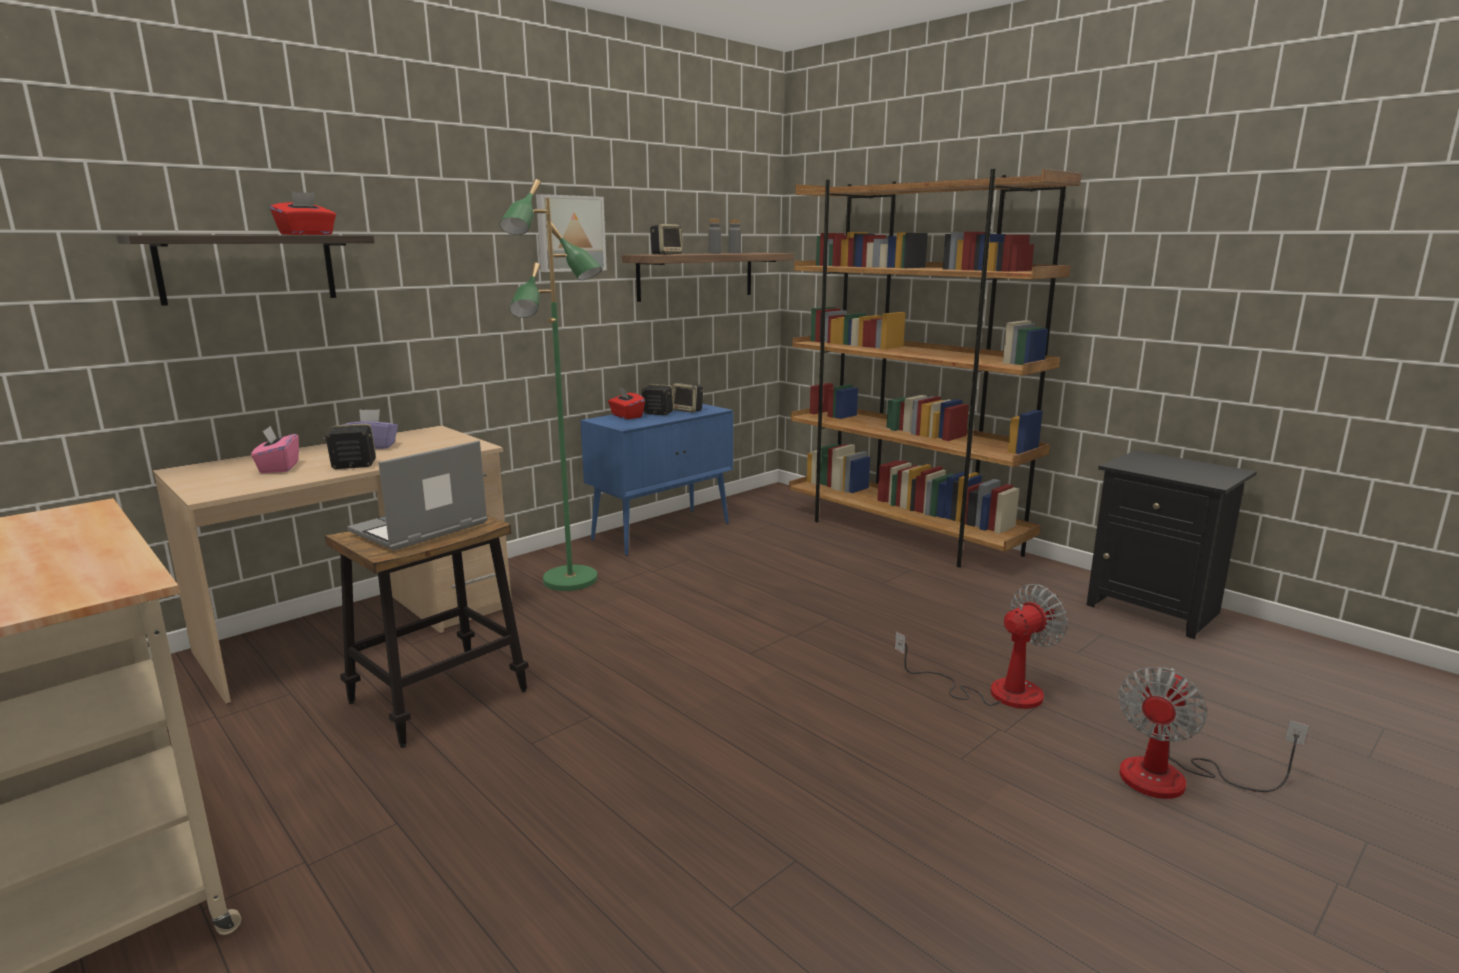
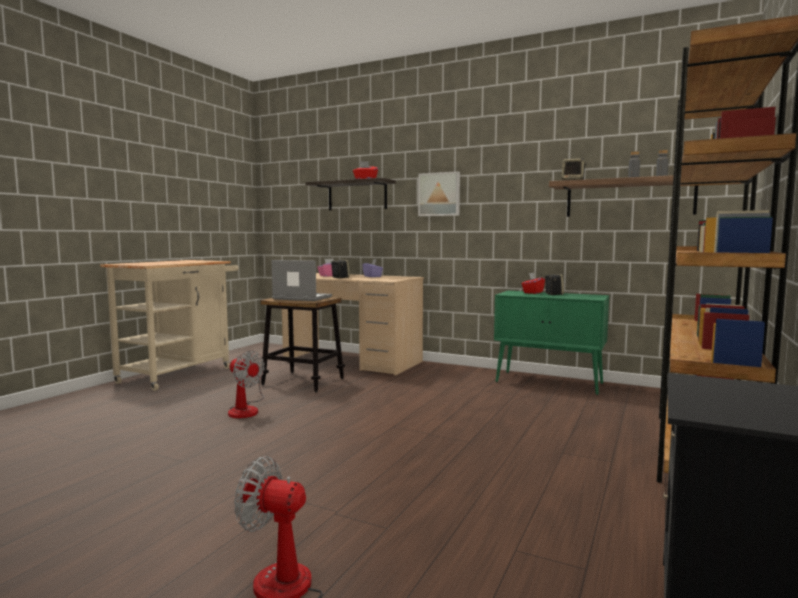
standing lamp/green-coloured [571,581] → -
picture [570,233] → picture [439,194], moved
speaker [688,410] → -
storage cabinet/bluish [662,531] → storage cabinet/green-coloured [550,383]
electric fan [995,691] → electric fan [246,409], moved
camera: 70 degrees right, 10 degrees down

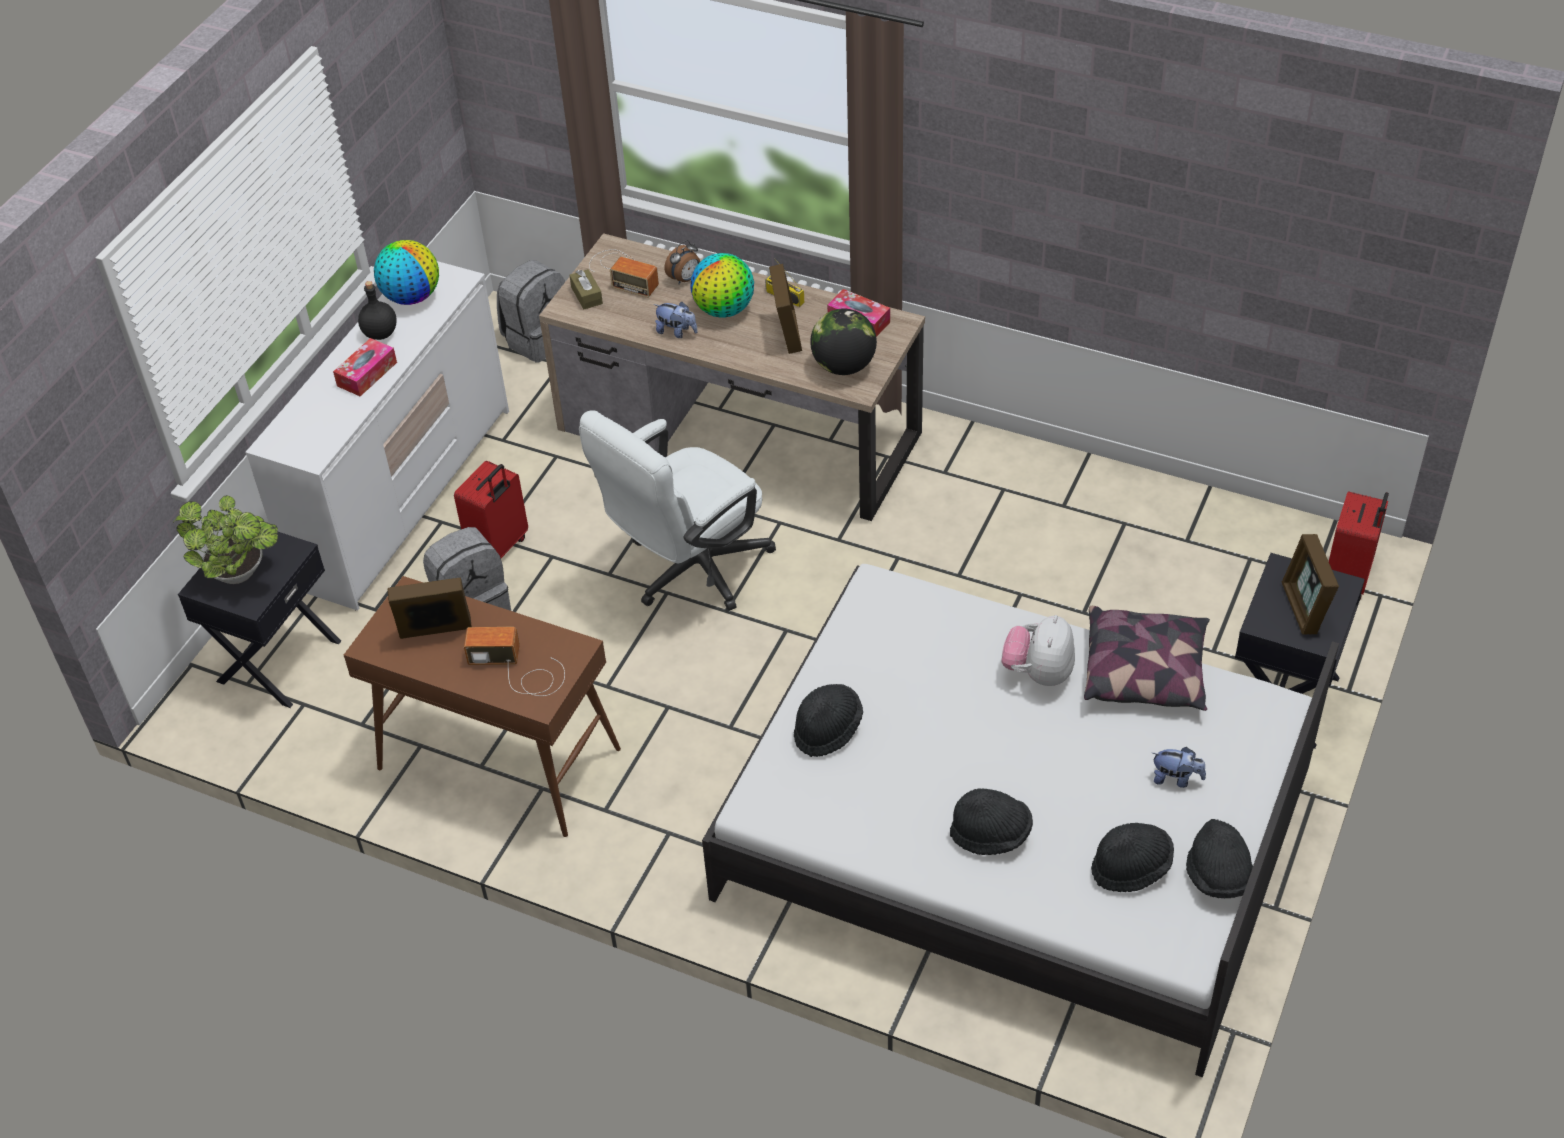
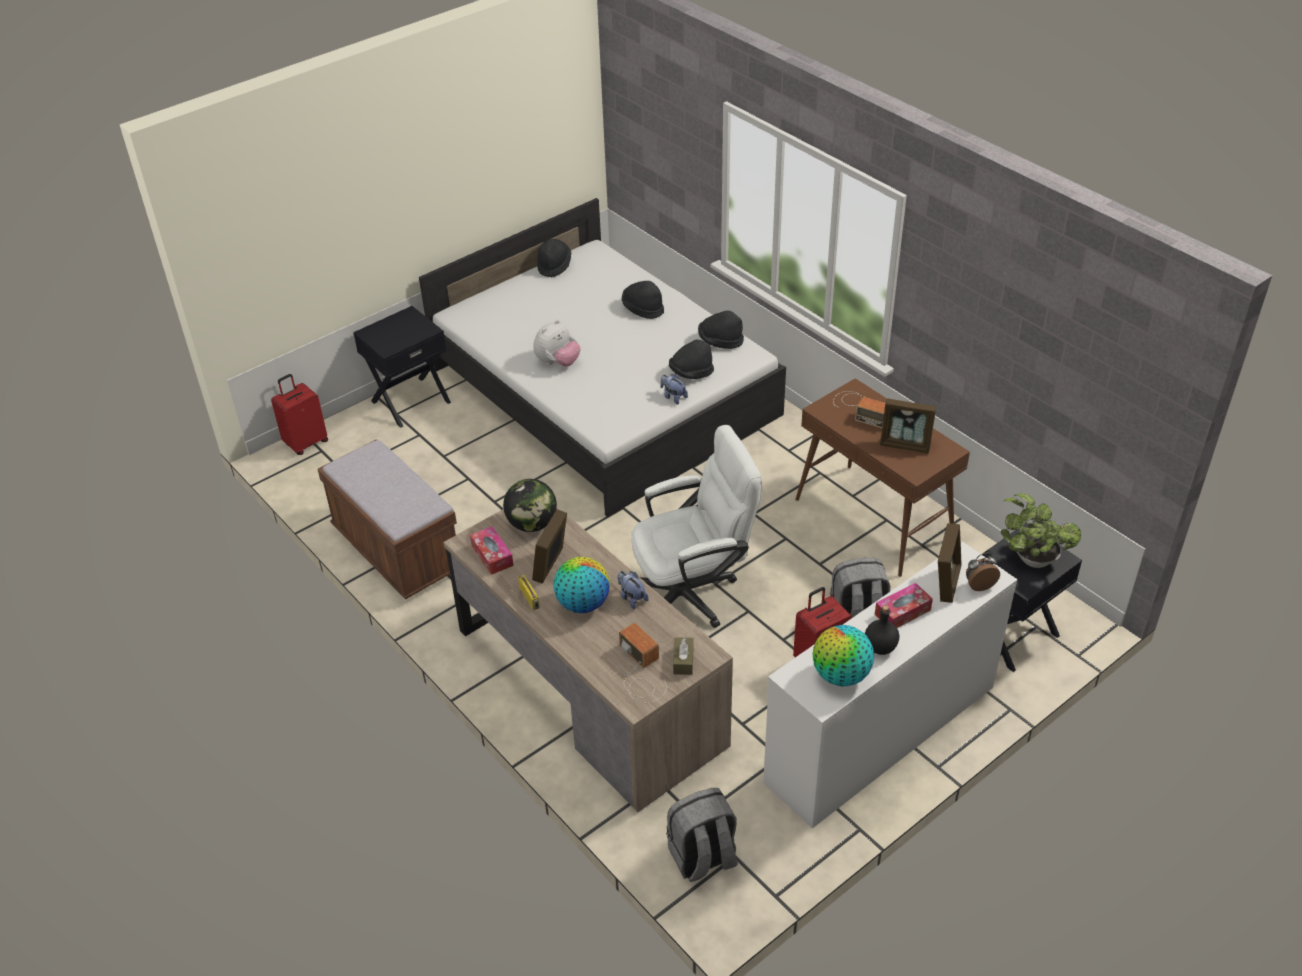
bedside clock [685,279] → bedside clock [979,584], moved
standing frame [1304,608] → standing frame [946,582], moved
throw pillow [1145,672] → -
soft toy [1176,778] → soft toy [673,397], moved
hat/black [1131,867] → hat/black [720,341], moved
- → indoor bench/brown [397,551]
camera: 155 degrees left, 5 degrees down

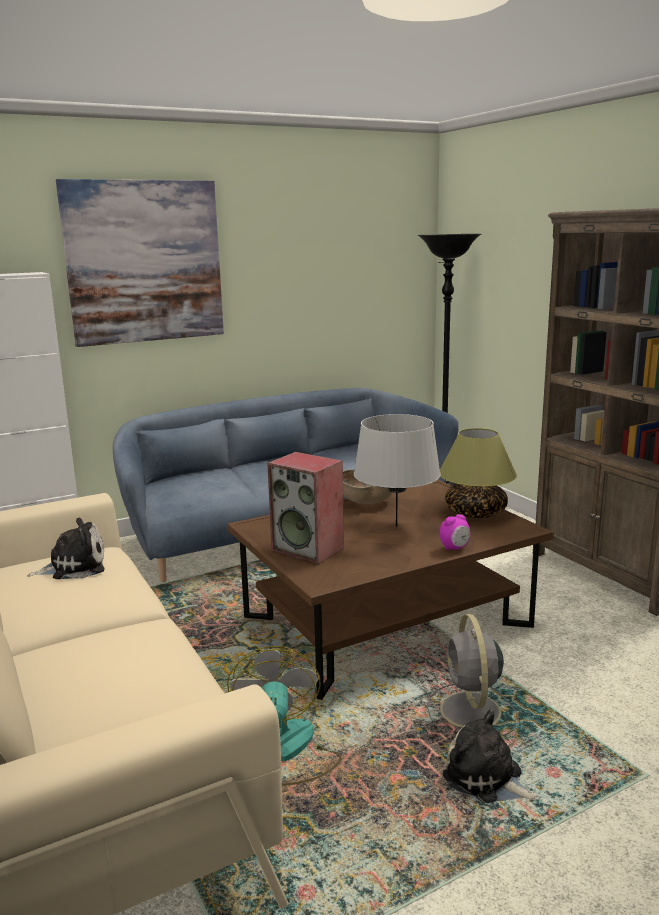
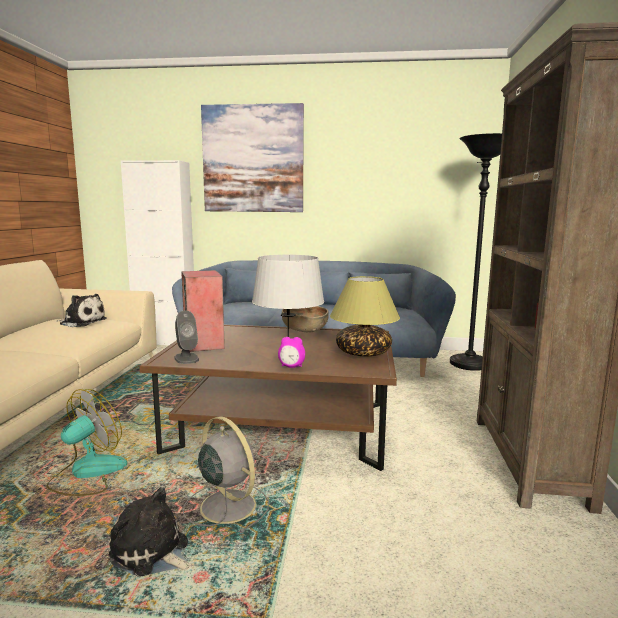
electric fan/greyish [471,712] → electric fan/greyish [226,505], 105 degrees clockwise
soft toy [486,778] → soft toy [152,553], 45 degrees counterclockwise
- → speaker/greyish [186,358]
camera: 35 degrees right, 5 degrees down

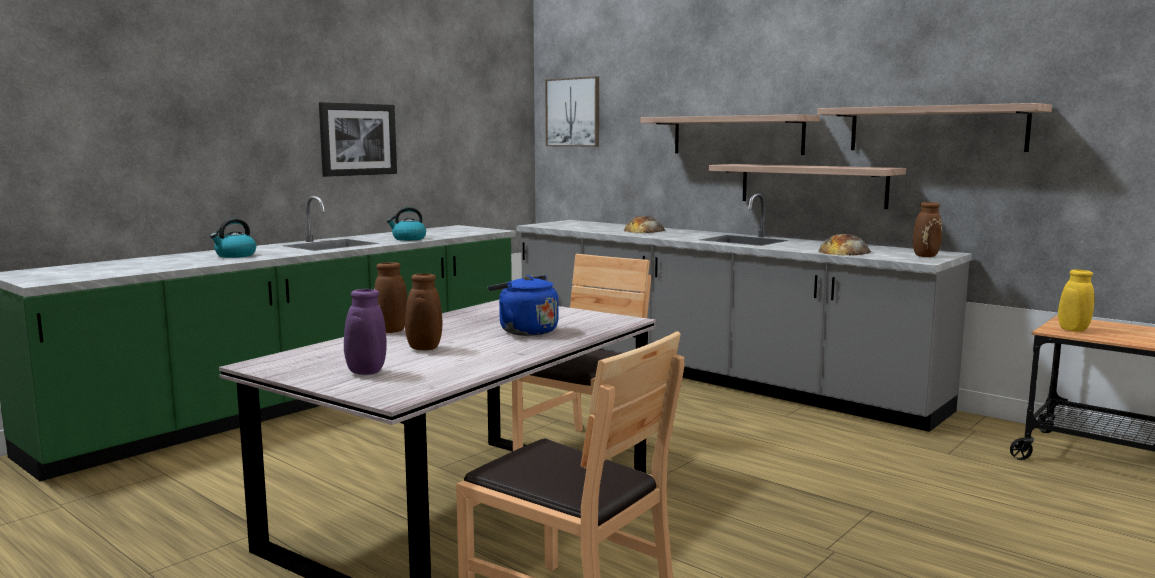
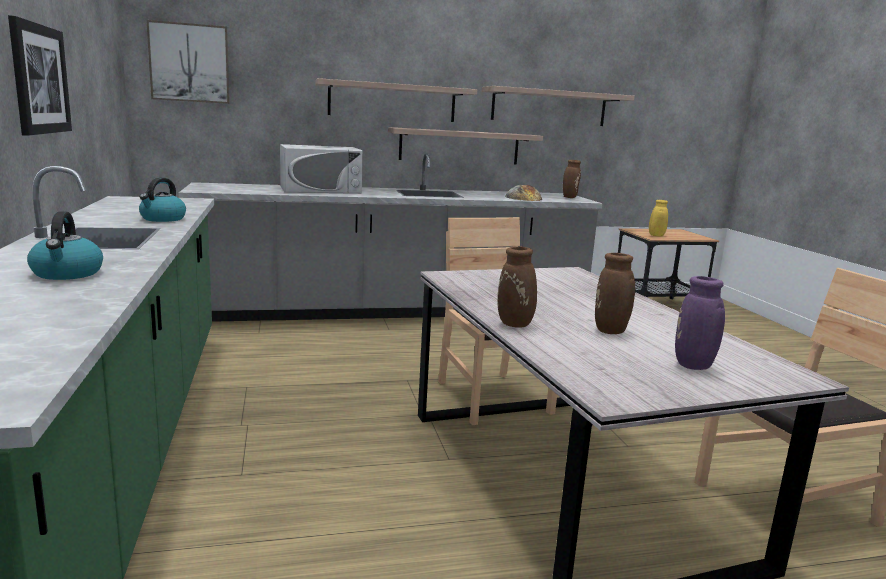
baked bread [644,230] → microwave/whitish [320,189]
tea kettle/bluish [524,331] → -
camera: 55 degrees left, 5 degrees up

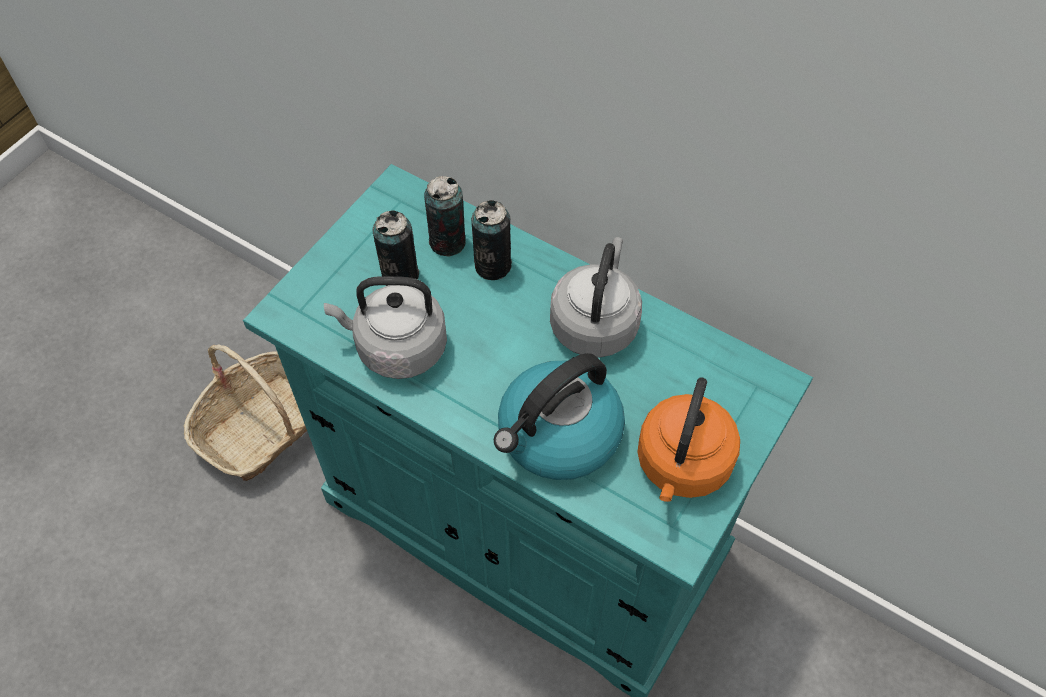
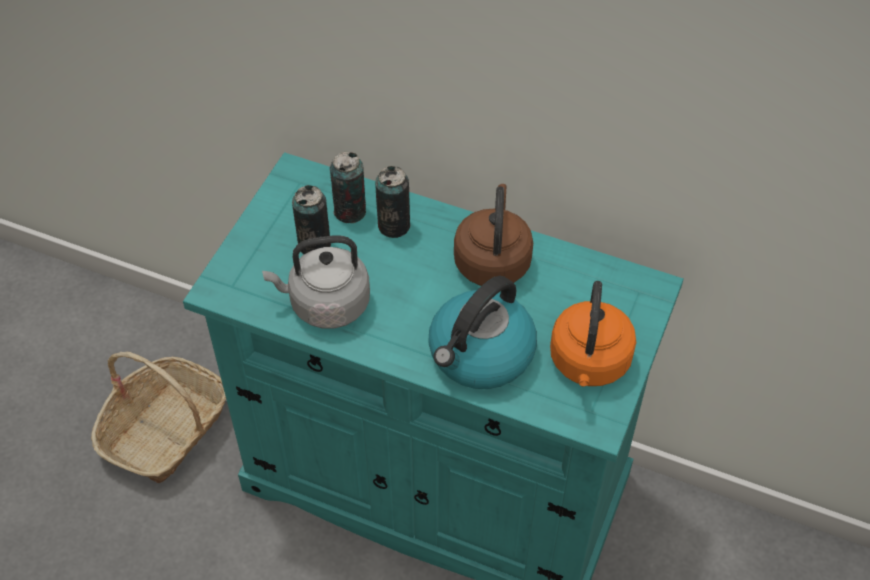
tea kettle/greyish [595,323] → tea kettle/brown [492,260]
camera: 10 degrees left, 5 degrees down

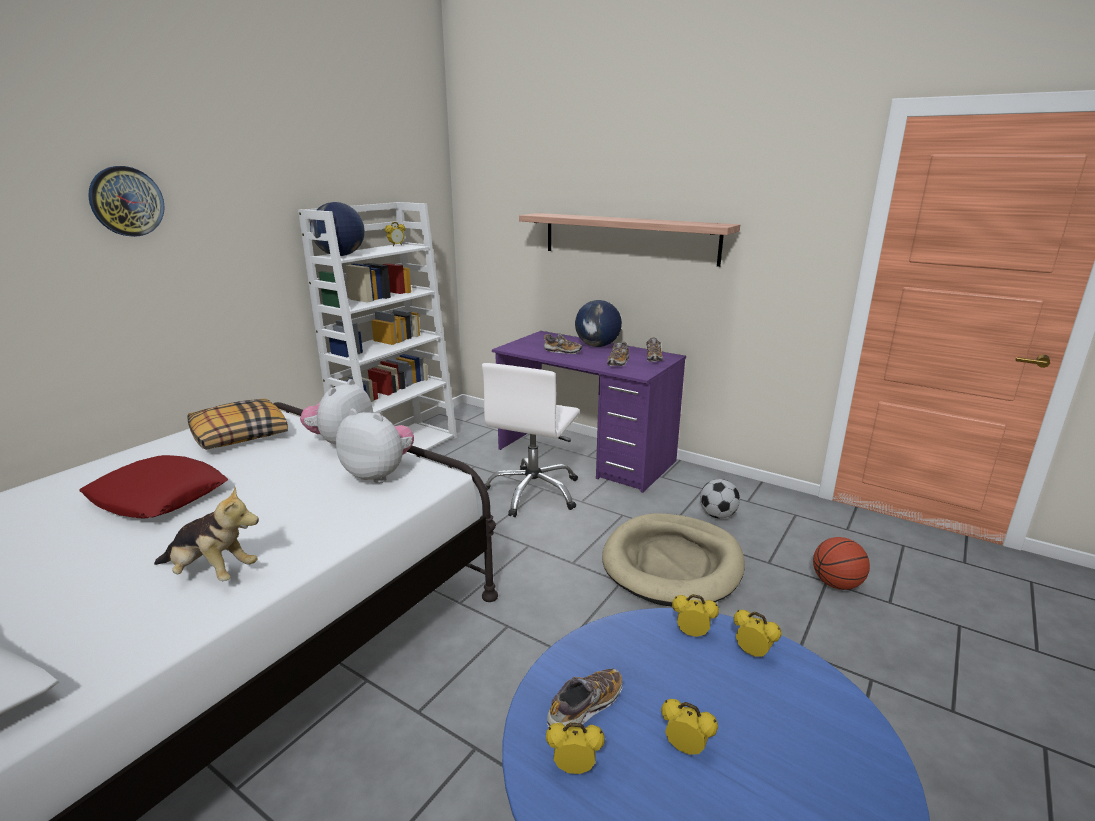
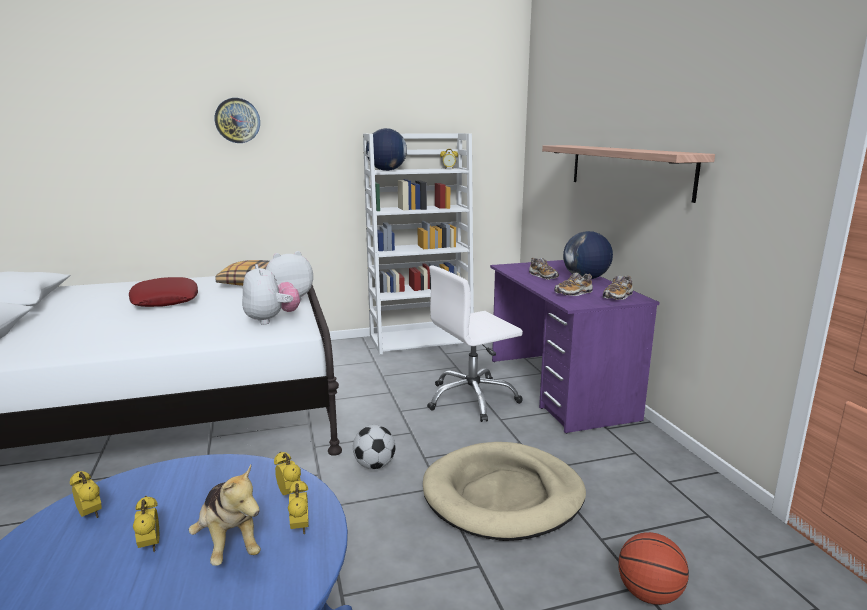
football [718,515] → football [375,466], moved
soft toy [211,573] → soft toy [229,543], moved
item of footwear [585,708] → -
camera: 40 degrees right, 5 degrees down

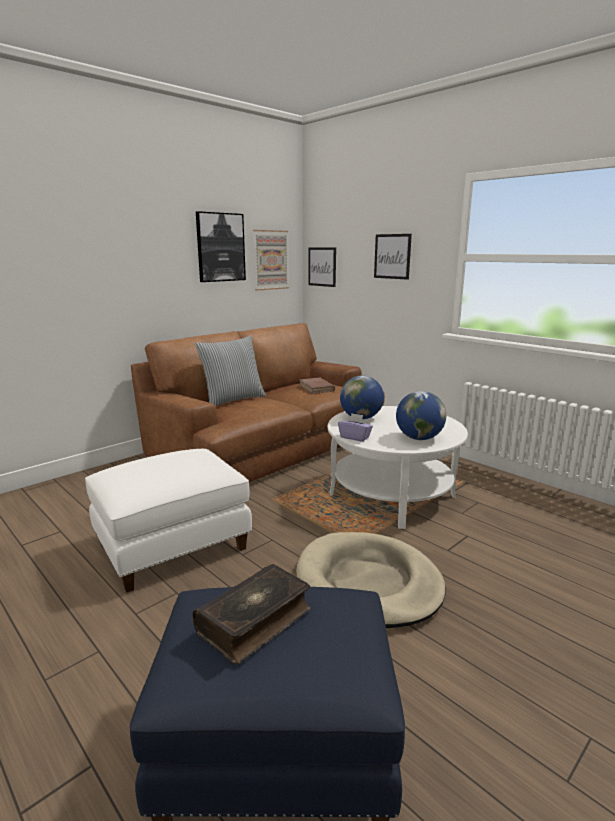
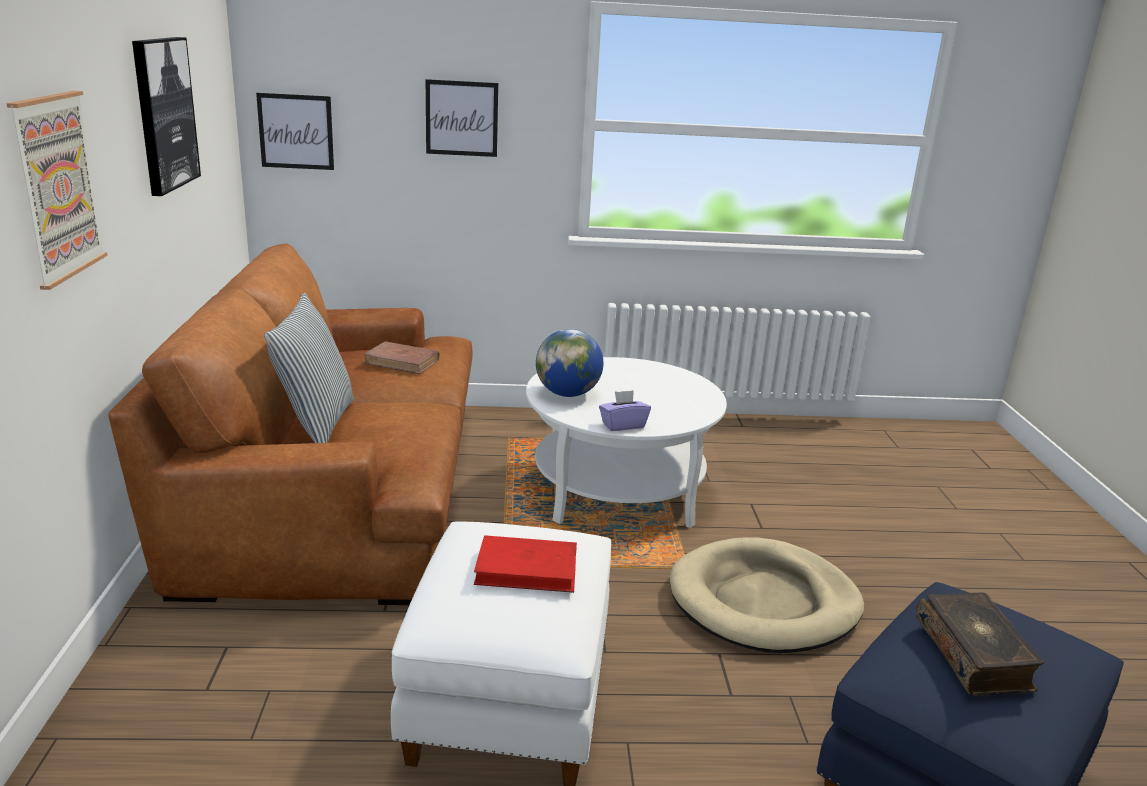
picture [271,260] → picture [57,187], moved
world globe [419,438] → -
- → volume/reddish [527,569]
camera: 50 degrees left, 5 degrees up

